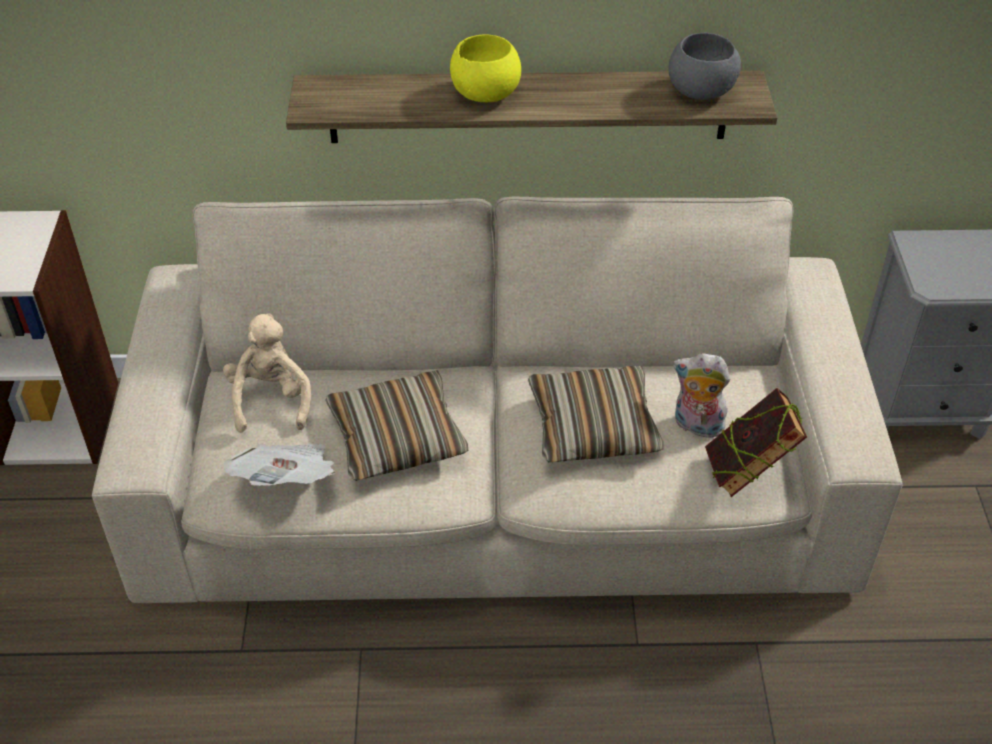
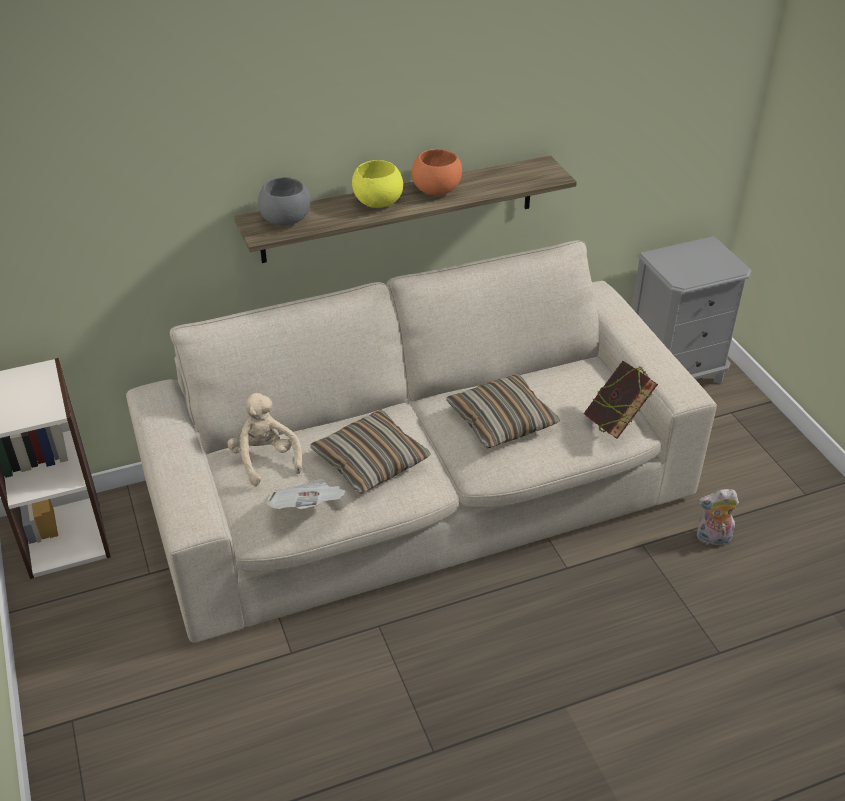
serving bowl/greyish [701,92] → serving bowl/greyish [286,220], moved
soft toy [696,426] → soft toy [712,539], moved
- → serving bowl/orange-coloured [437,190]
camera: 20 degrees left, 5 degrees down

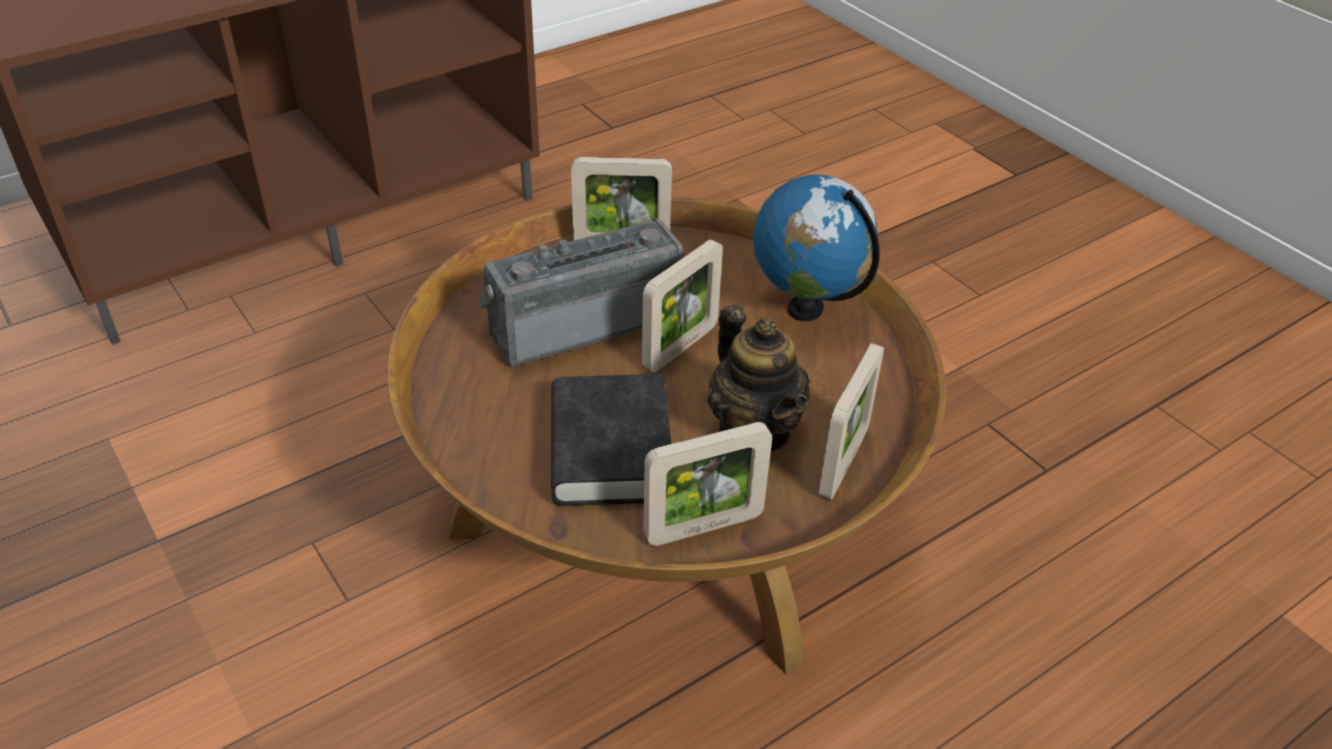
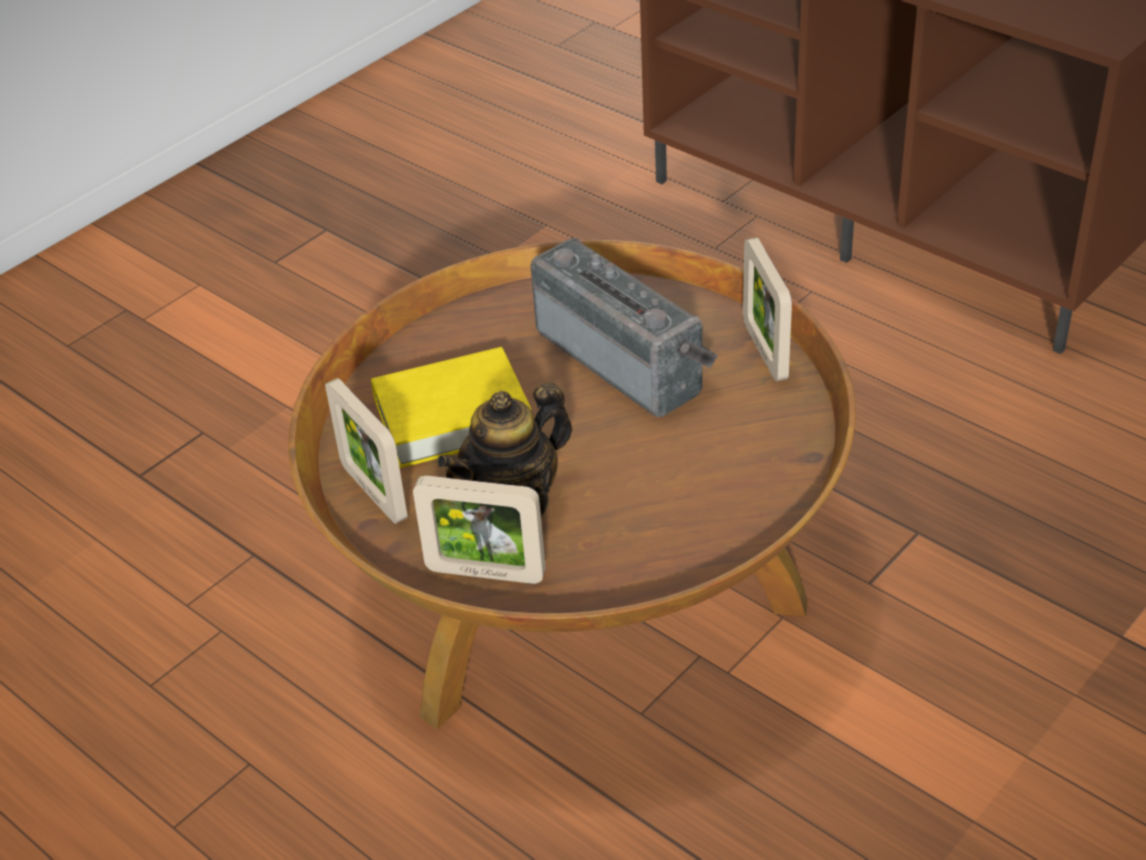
world globe [806,309] → -
standing frame [680,347] → -
volume/black [610,450] → volume/yellow-coloured [452,416]
camera: 80 degrees right, 0 degrees up

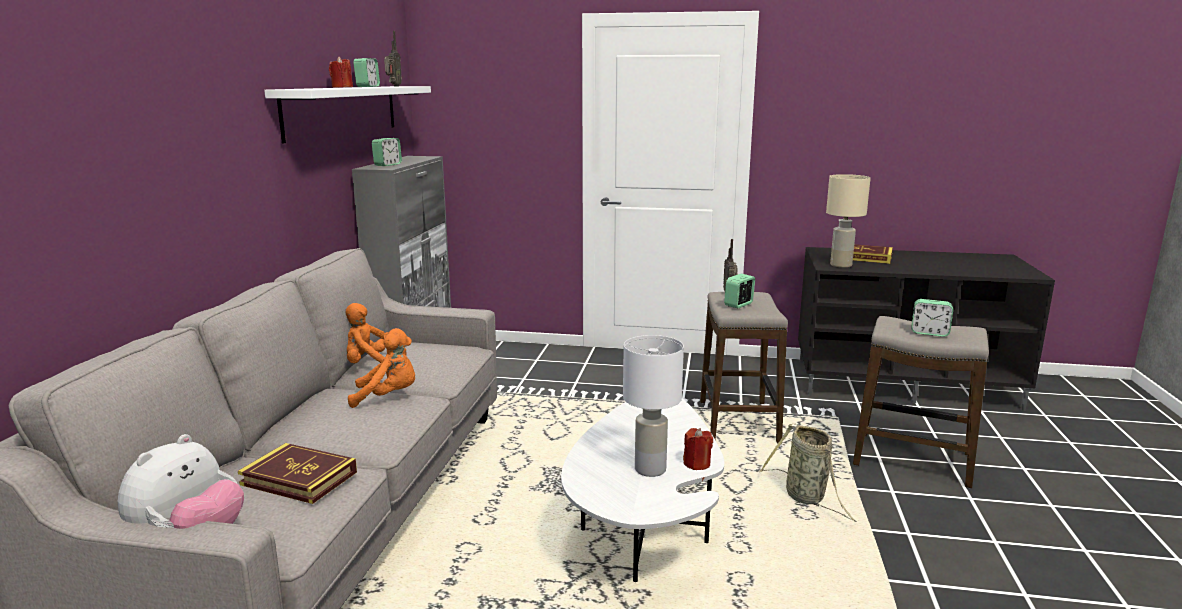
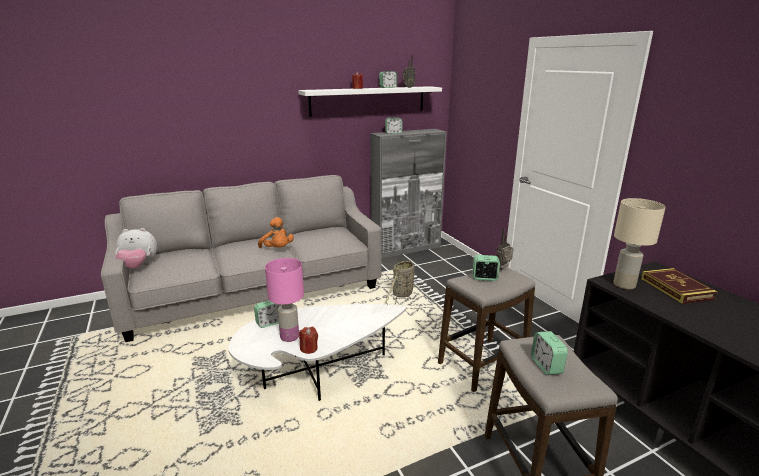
soft toy/orange-coloured [371,365] → -
tabletop lamp/whitish [649,469] → tabletop lamp/pinkish [289,336]
basket [807,498] → basket [402,295], moved
volume [299,478] → -
- → bedside clock [269,323]
camera: 55 degrees right, 5 degrees up

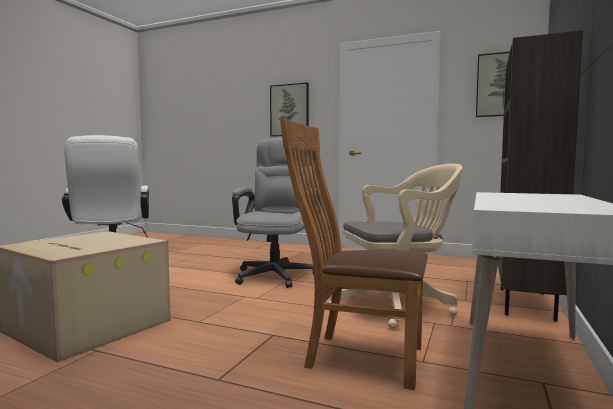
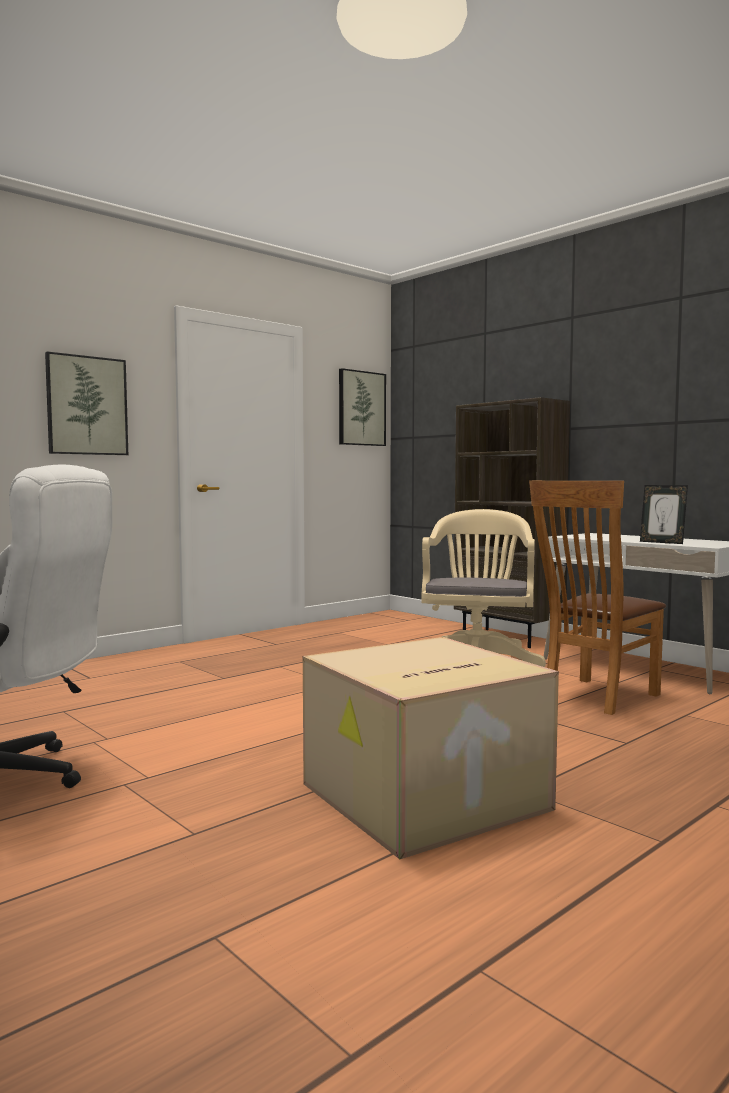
desk chair/greyish [278,273] → -
- → standing frame [662,542]
camera: 65 degrees left, 0 degrees up

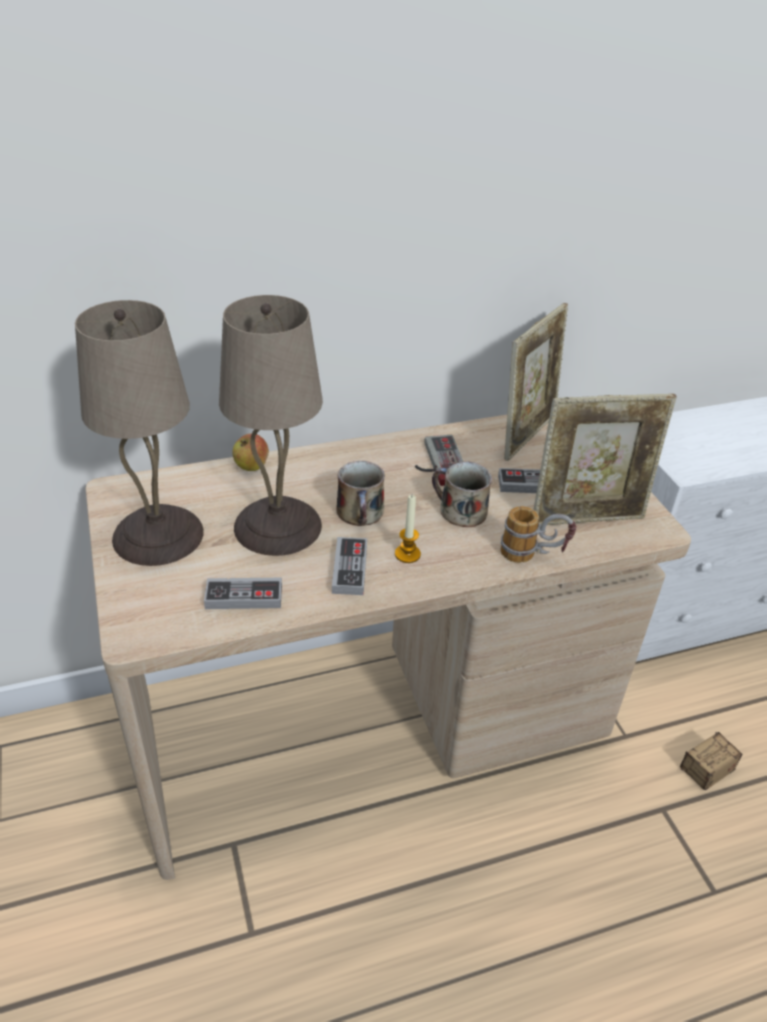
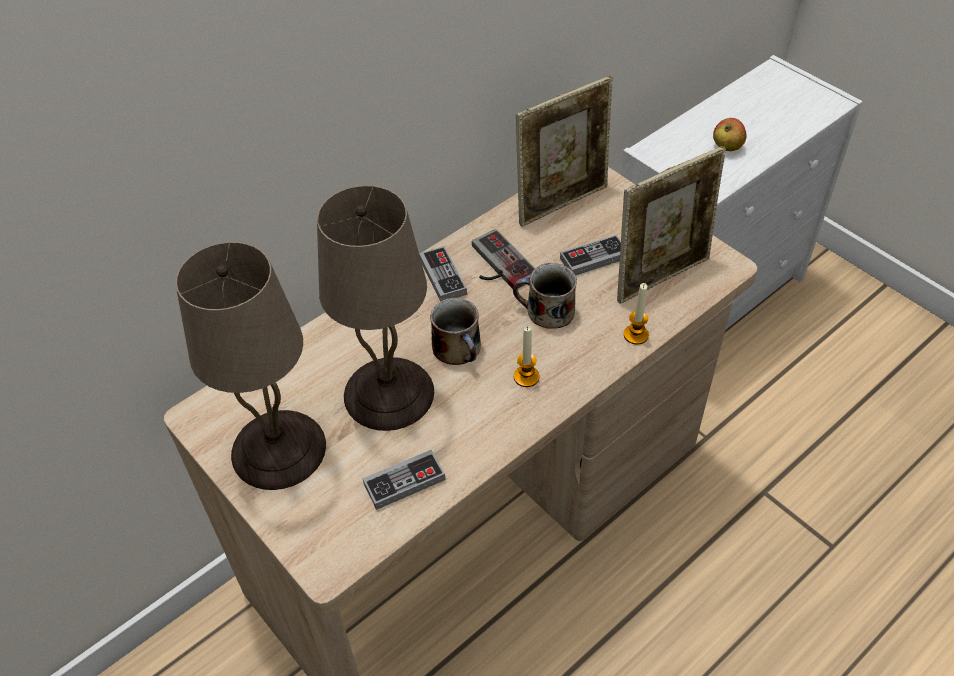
standing frame [527,435] → standing frame [562,202], 45 degrees clockwise
apple fruit [251,466] → apple fruit [727,147], moved
tea mug [533,555] → wax light [636,335]
gamepad [349,569] → gamepad [443,277], moved
storage bin [685,783] → -
camera: 20 degrees left, 10 degrees up

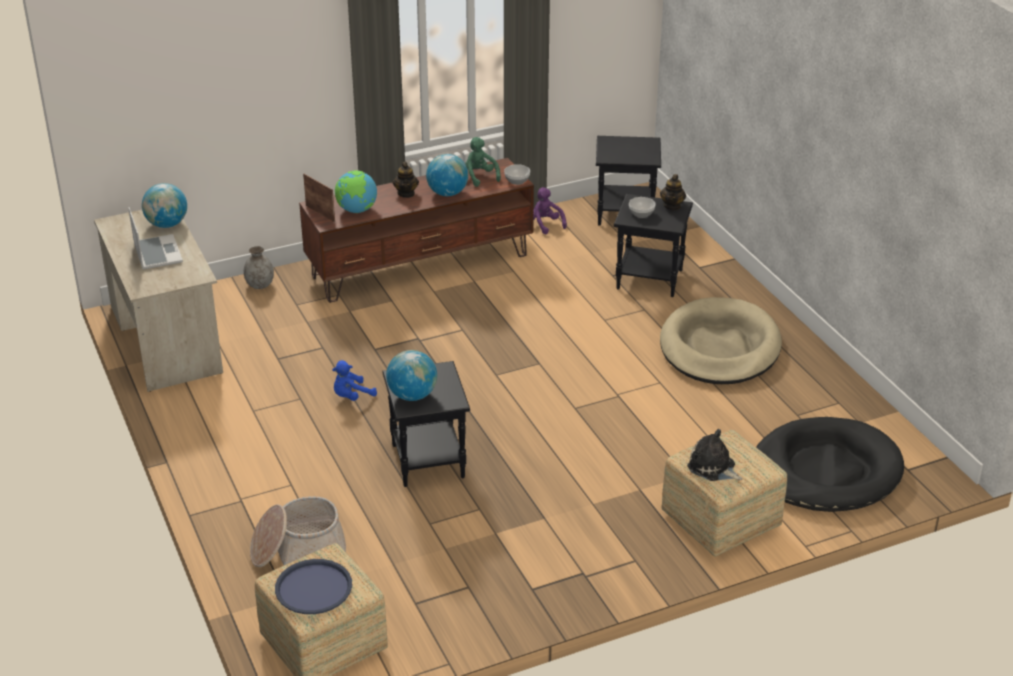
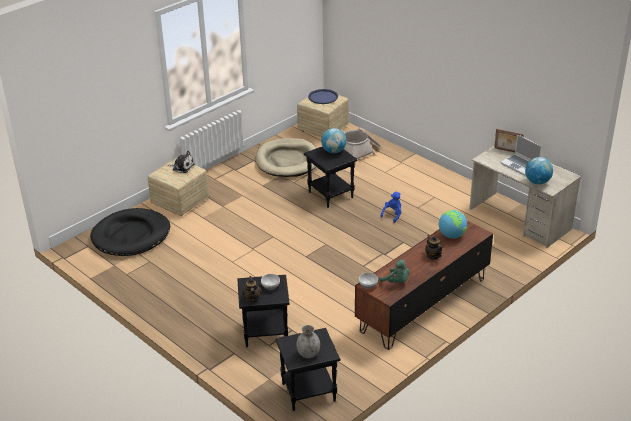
world globe [447,193] → -
standing frame [321,213] → standing frame [507,151], moved
soft toy/purple [545,225] → -
decorative vase/greyish [259,285] → decorative vase/greyish [308,354], moved
pet bed/sand-coloured [719,347] → pet bed/sand-coloured [287,161], moved
camera: 160 degrees right, 0 degrees up

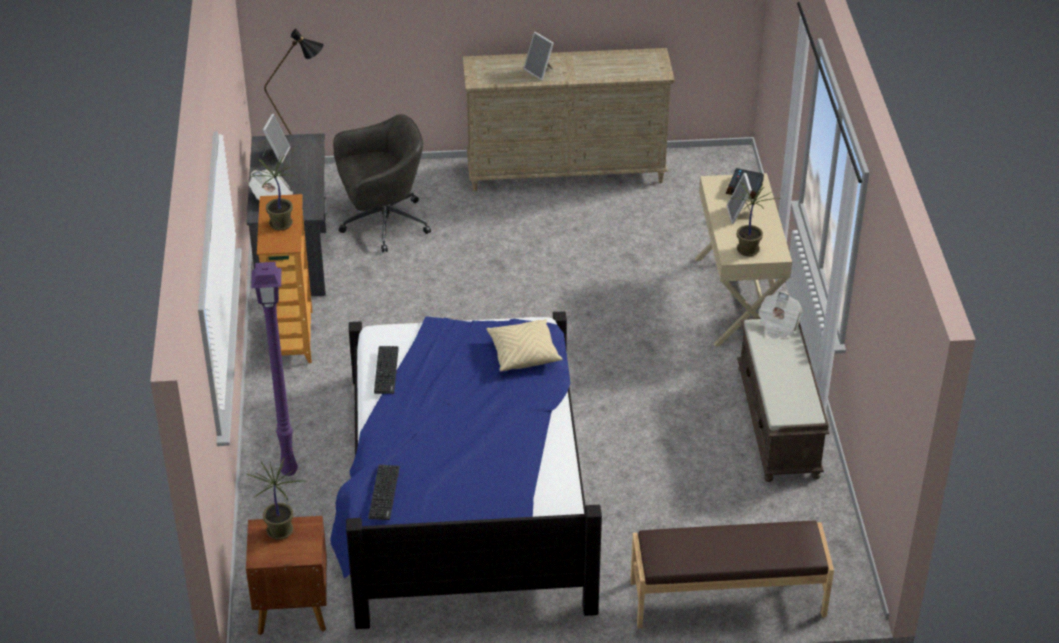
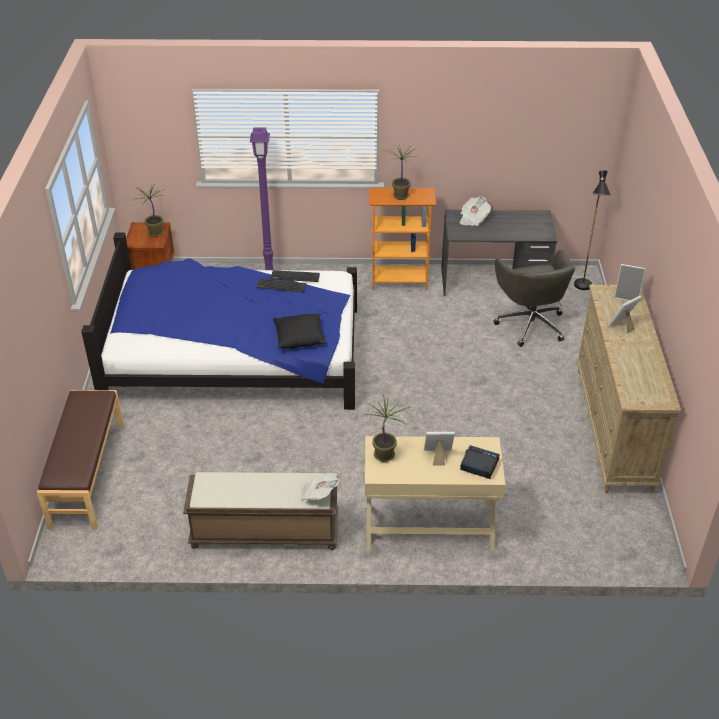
standing frame [276,154] → standing frame [627,296], moved
throw pillow/sand-coloured [523,353] → throw pillow/black [300,338]
computer keyboard [384,492] → computer keyboard [281,286], moved
camera: 95 degrees right, 0 degrees up

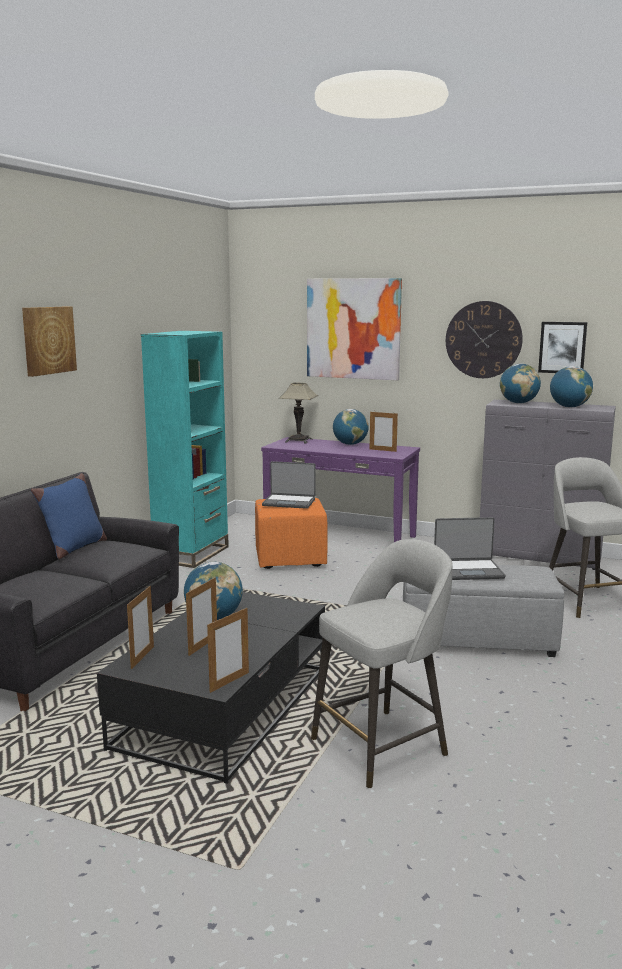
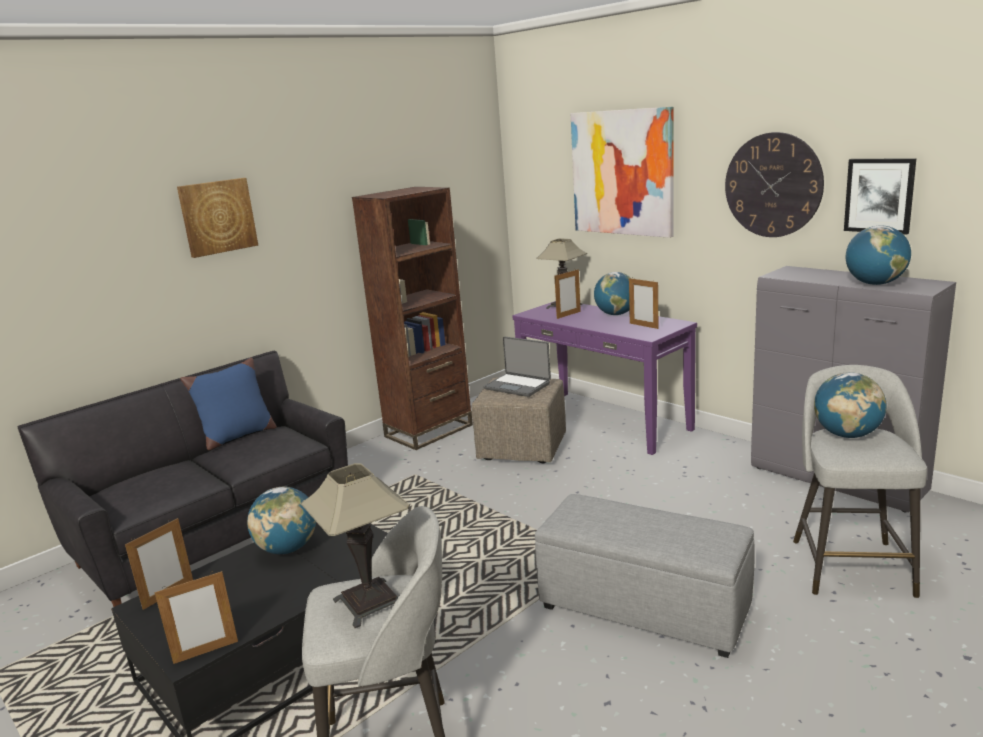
bookshelf/turquoise [191,554] → bookshelf/brown [429,431]
world globe [518,403] → world globe [847,435], moved
ottoman/orange-coloured [291,558] → ottoman/sand-coloured [523,448]
notebook computer [468,571] → -
standing frame [203,646] → standing frame [568,315], moved
- → tabletop lamp [369,602]
camera: 25 degrees right, 5 degrees up

